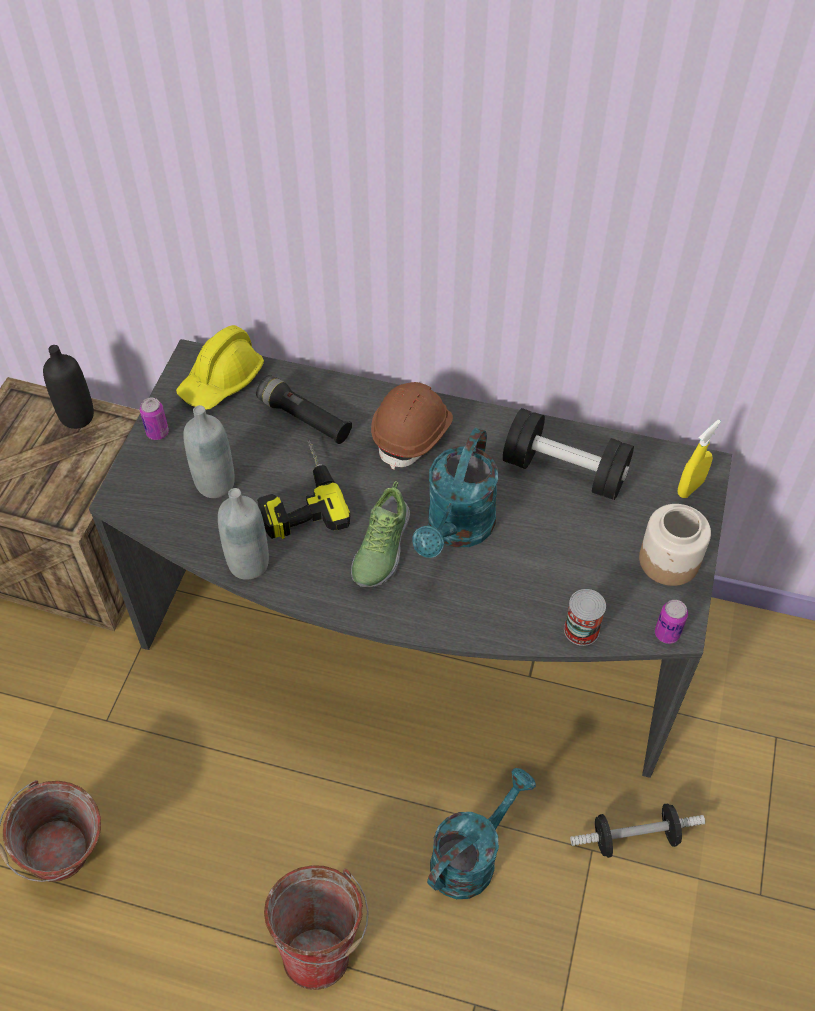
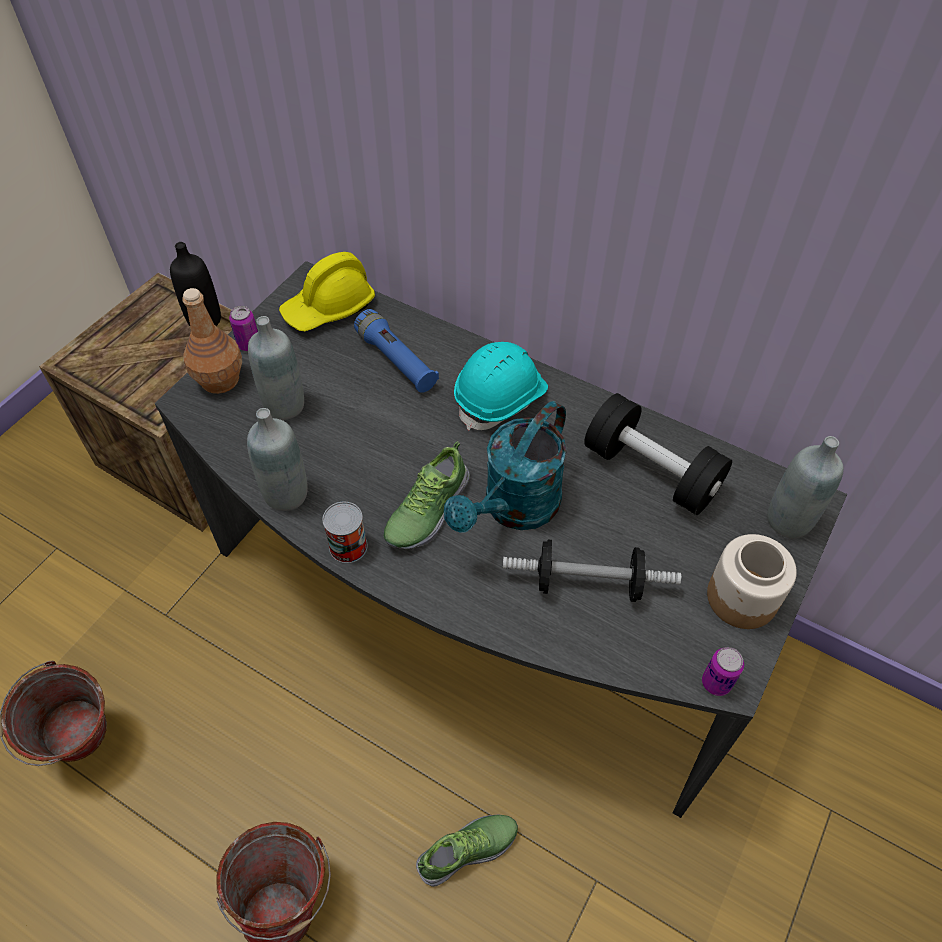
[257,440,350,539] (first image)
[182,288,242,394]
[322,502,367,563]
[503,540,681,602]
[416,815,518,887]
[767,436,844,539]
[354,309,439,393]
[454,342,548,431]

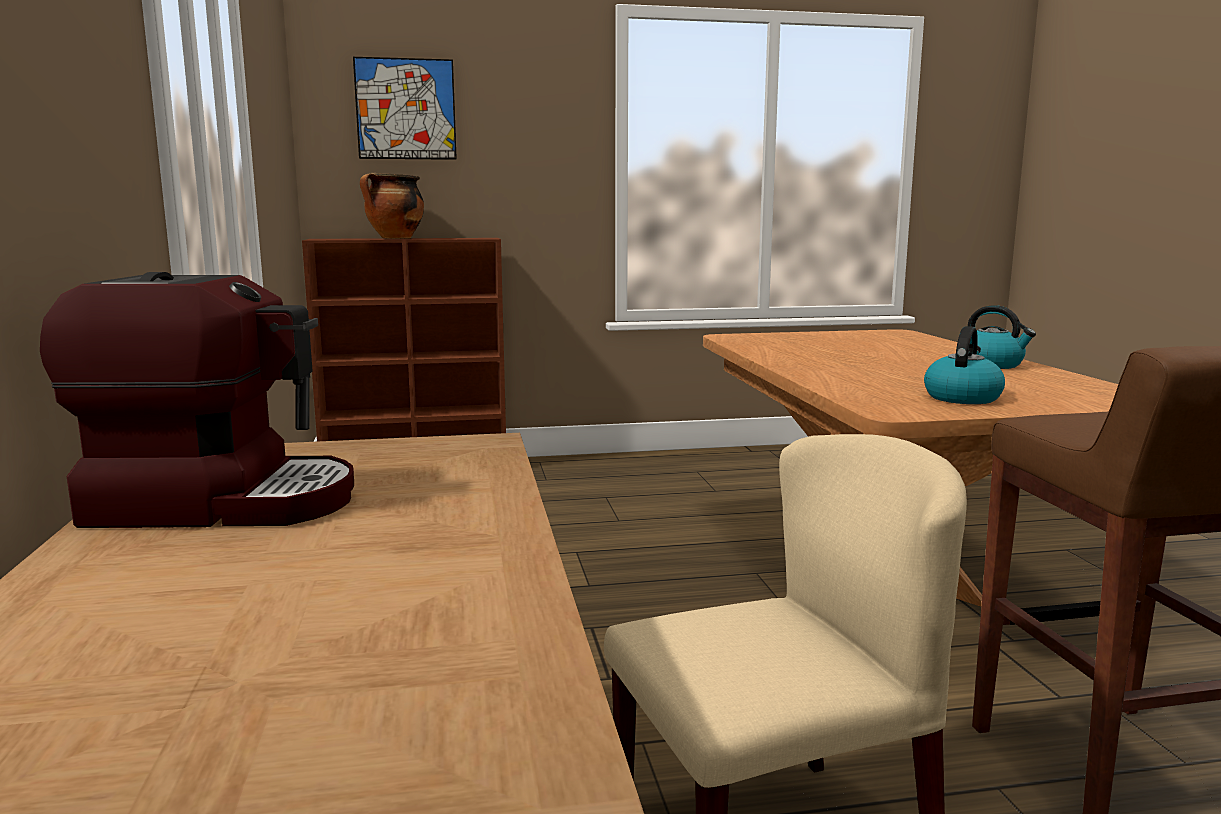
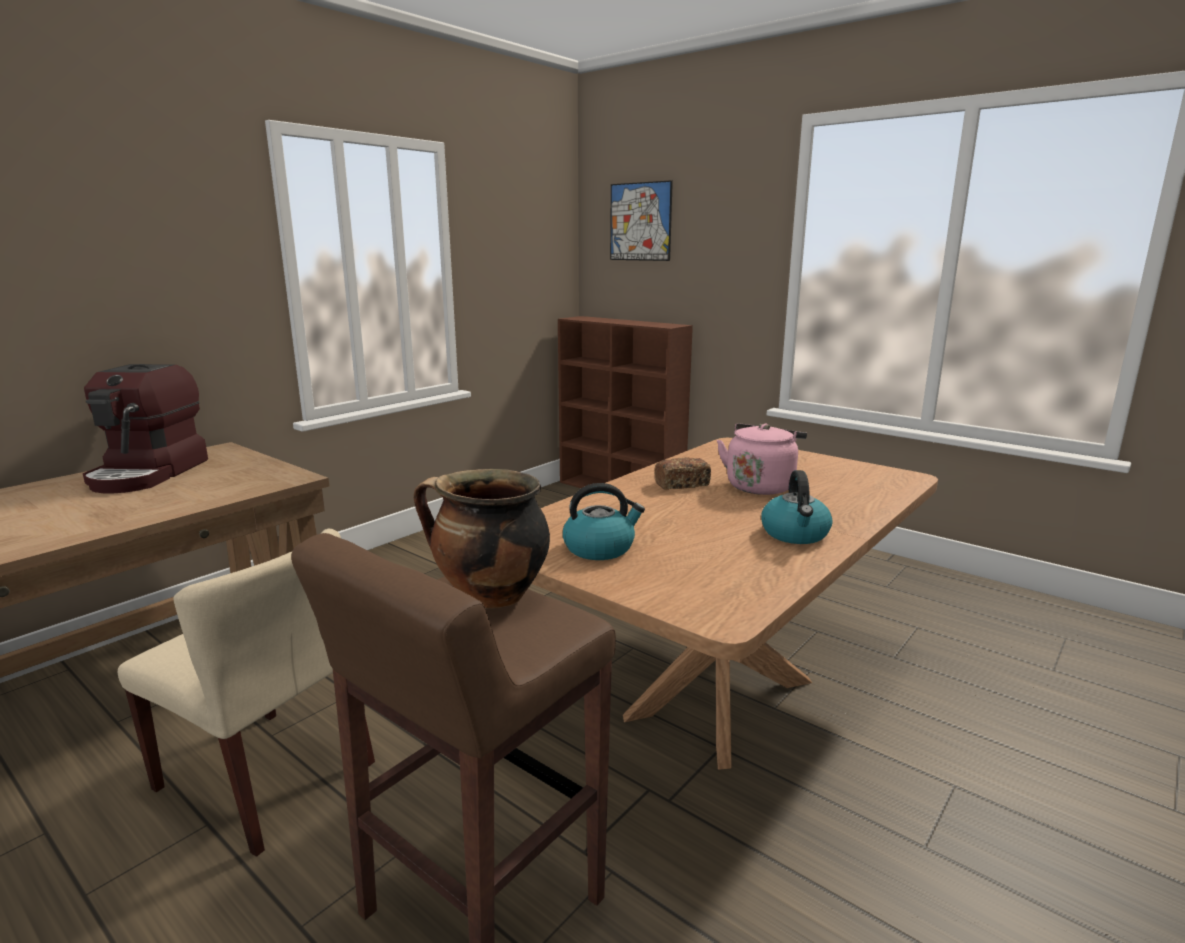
[655,457,711,490]
[717,423,807,495]
[414,469,550,608]
[83,364,208,494]

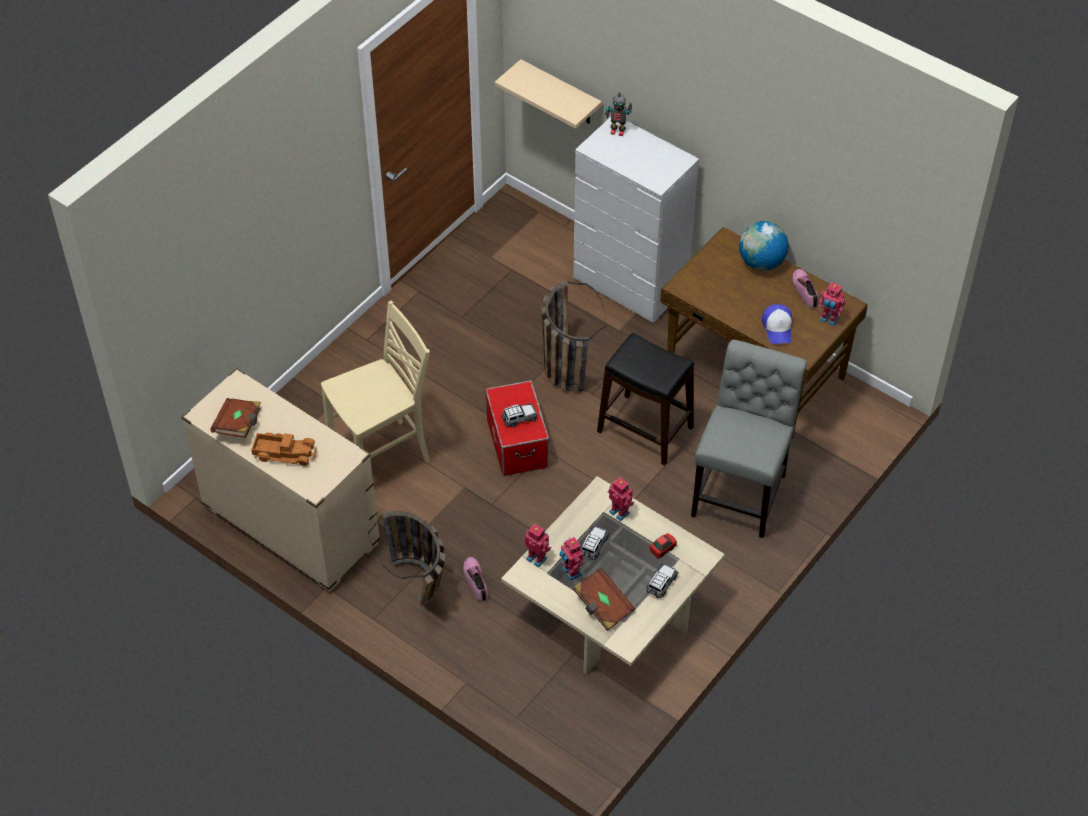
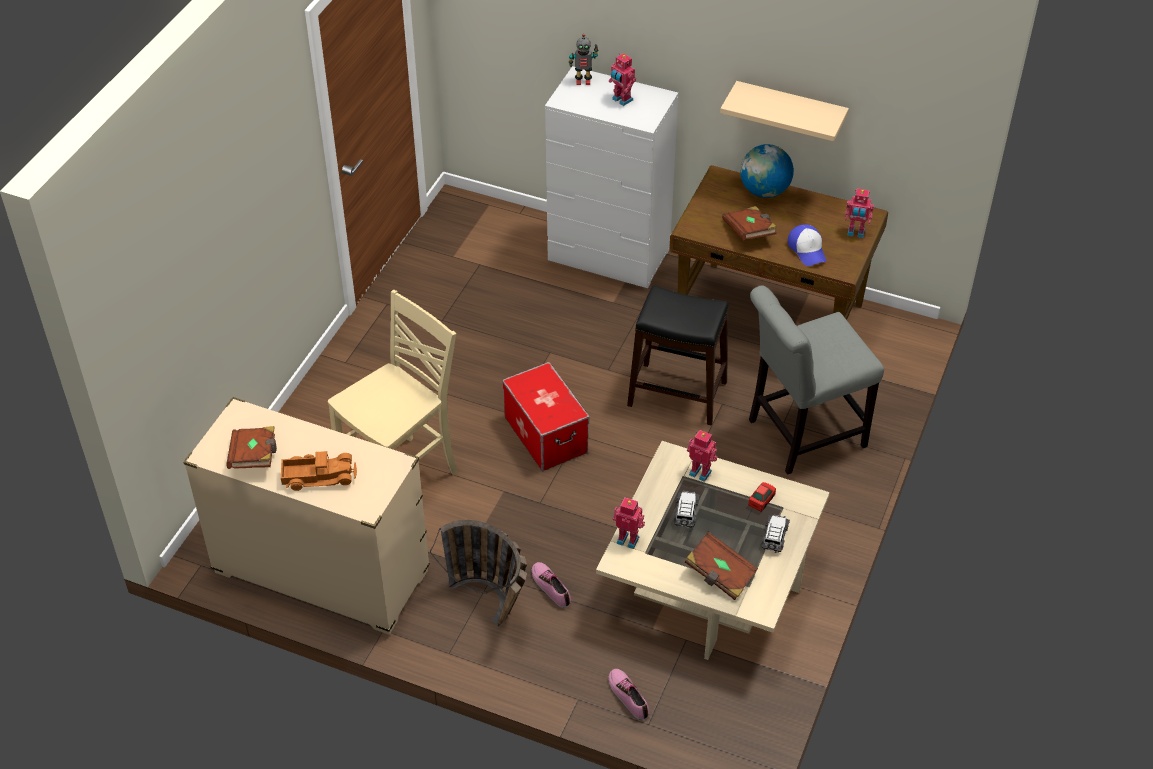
[501,403,538,428] (first image)
[542,281,606,392] (first image)
[722,206,777,240]
[720,81,849,141]
[609,53,636,106]
[608,669,650,720]
[749,285,884,475]

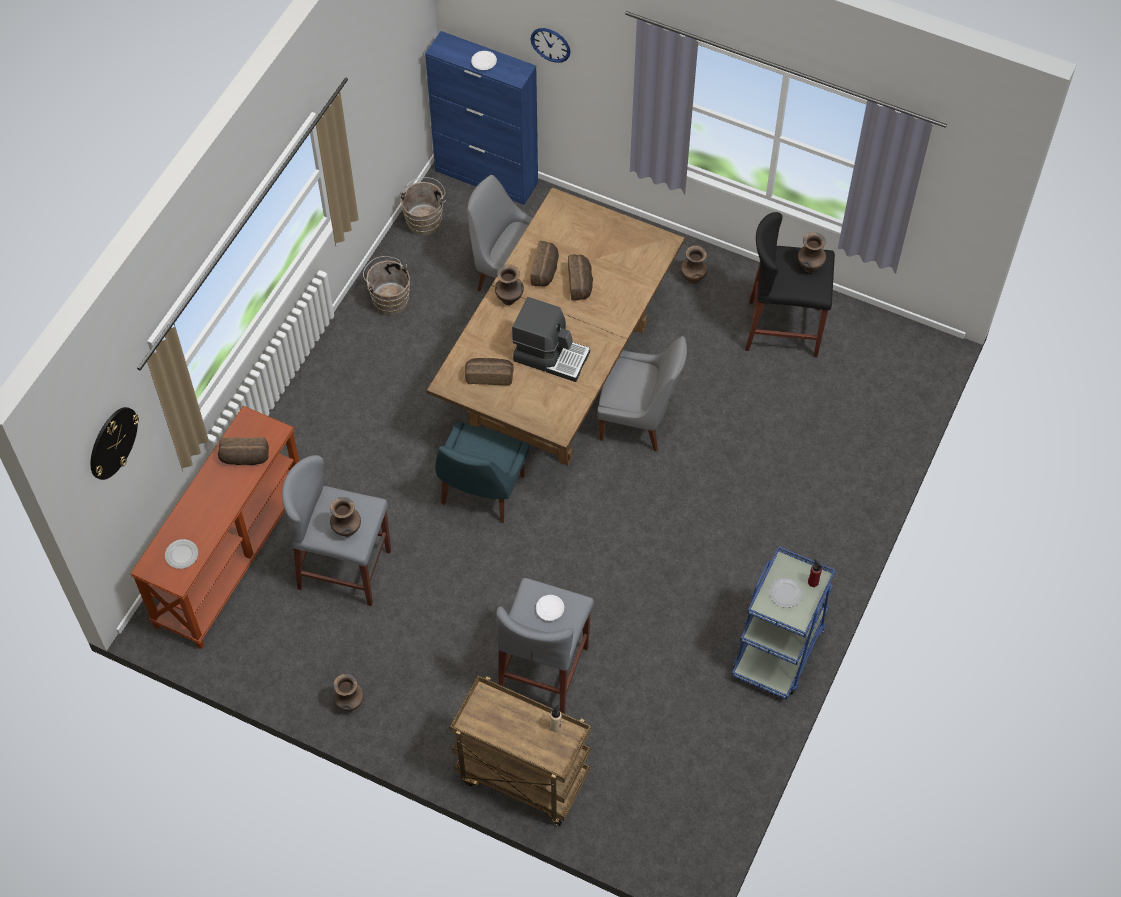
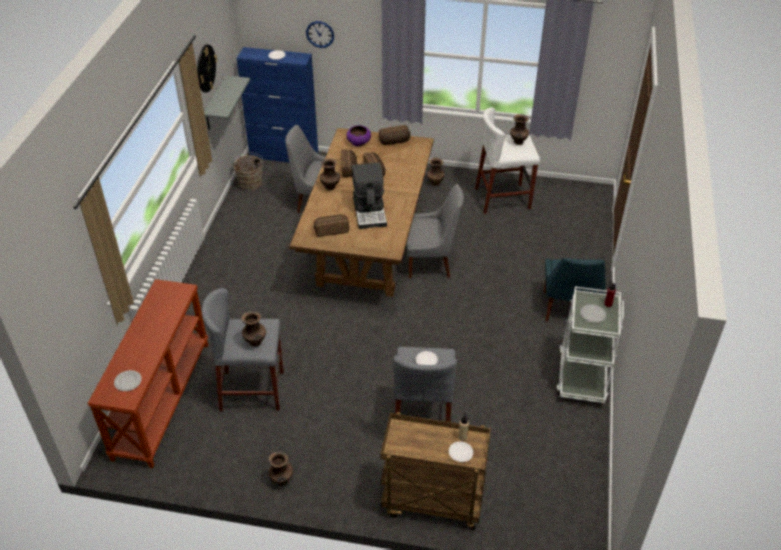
[363,256,410,316] (first image)
[204,75,250,130]
[346,125,371,146]
[449,441,473,462]
[197,45,217,93]
[379,125,410,145]
[544,258,606,322]
[556,287,624,403]
[475,107,540,214]
[352,163,387,229]

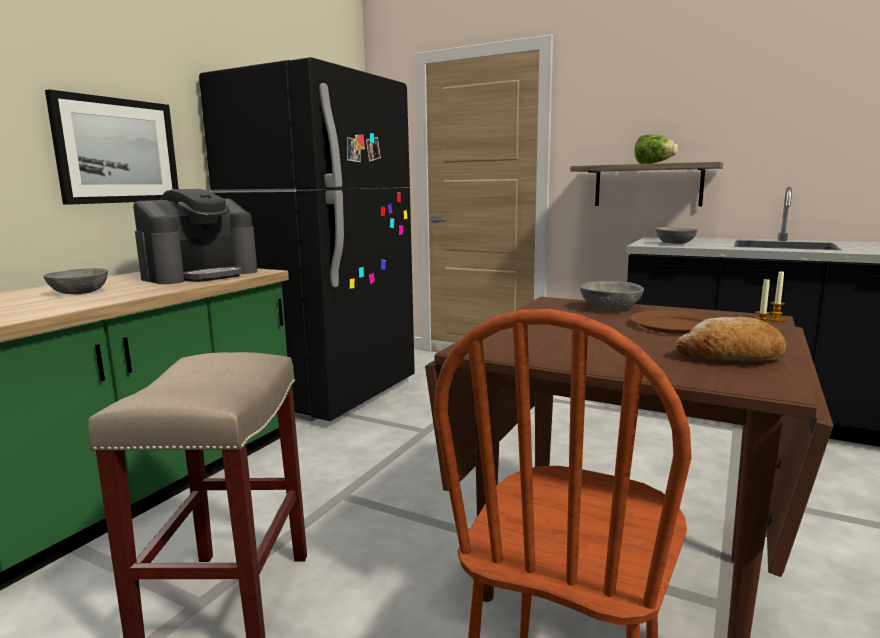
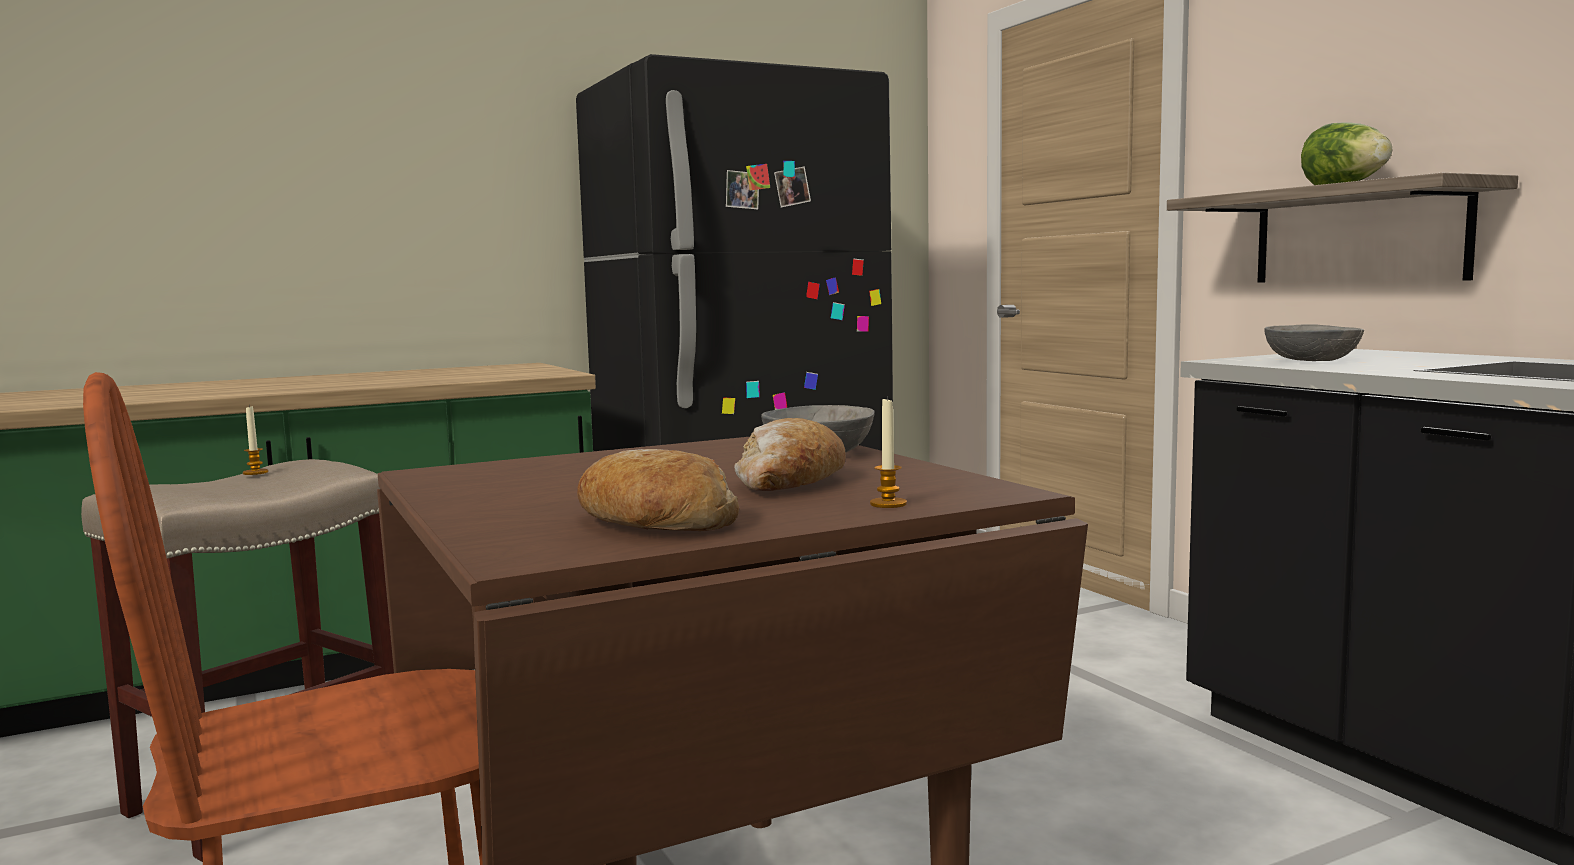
[44,268,108,294] (first image)
[45,89,179,205] (first image)
[133,189,257,284] (first image)
[243,405,268,475]
[734,418,846,491]

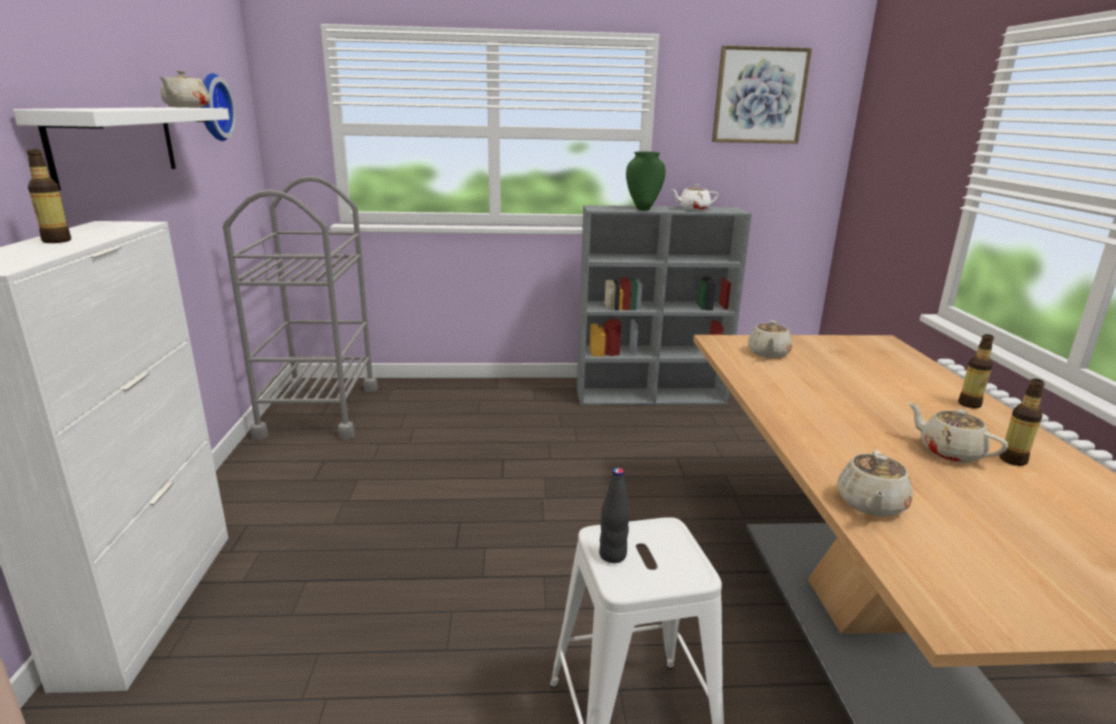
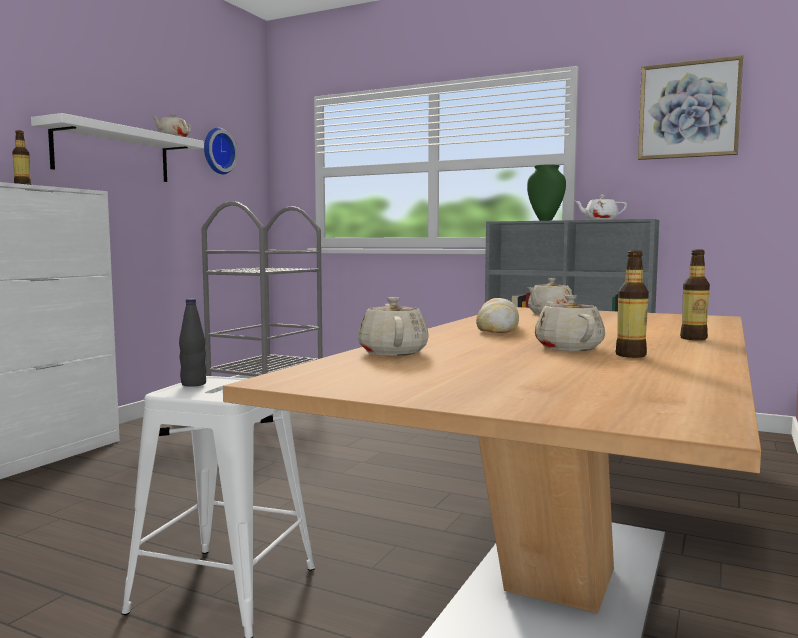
[476,298,519,333]
[358,297,429,356]

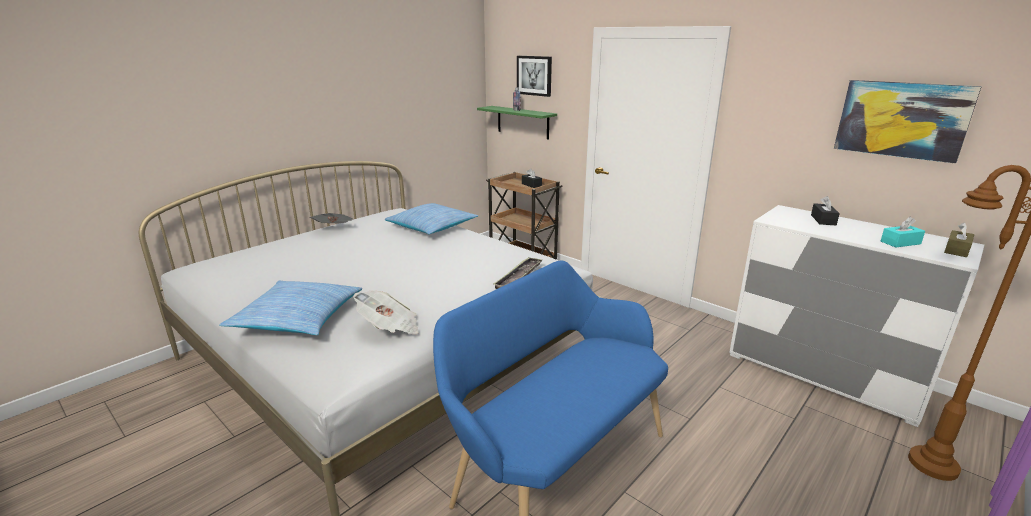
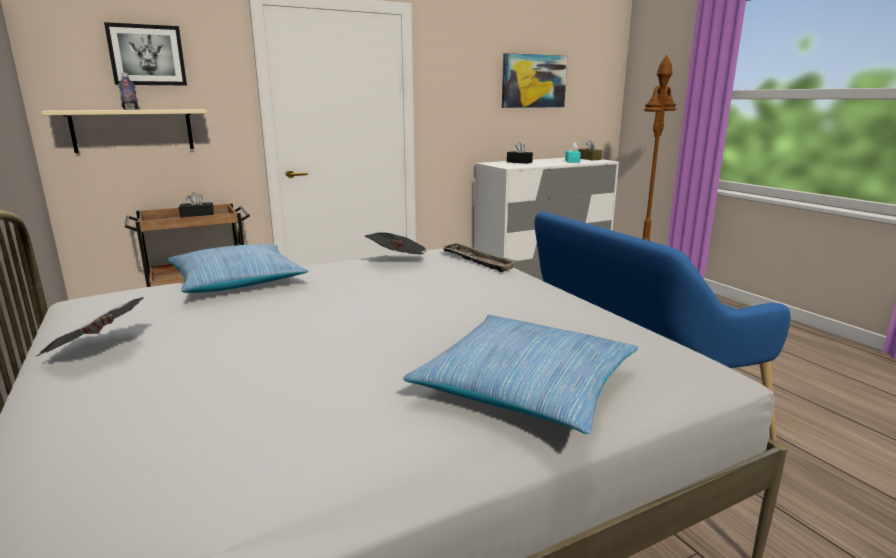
[365,233,427,254]
[42,109,207,153]

